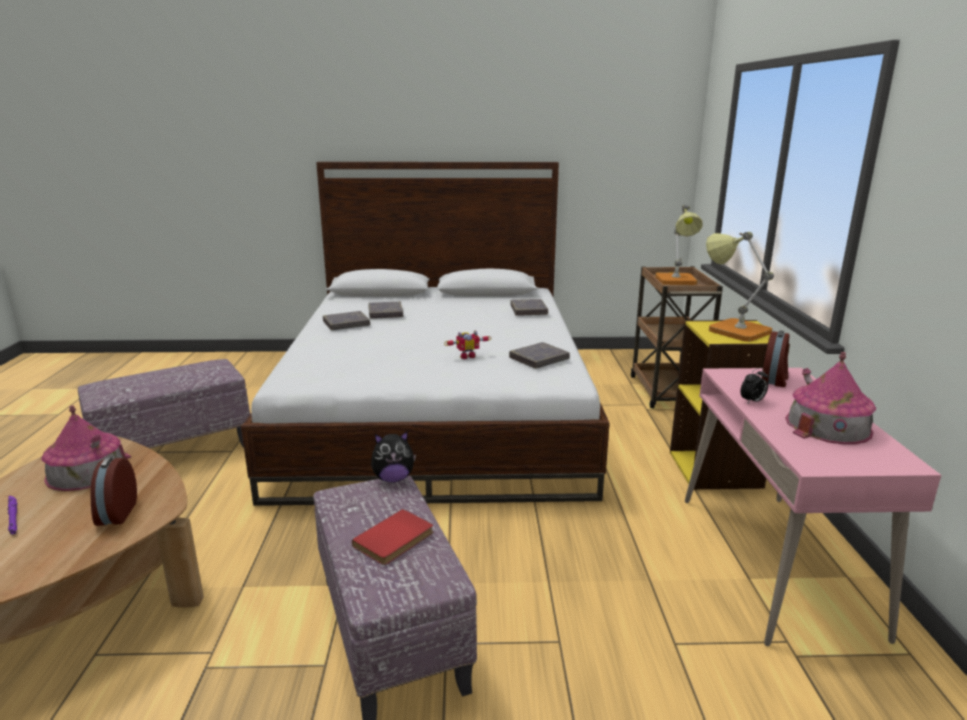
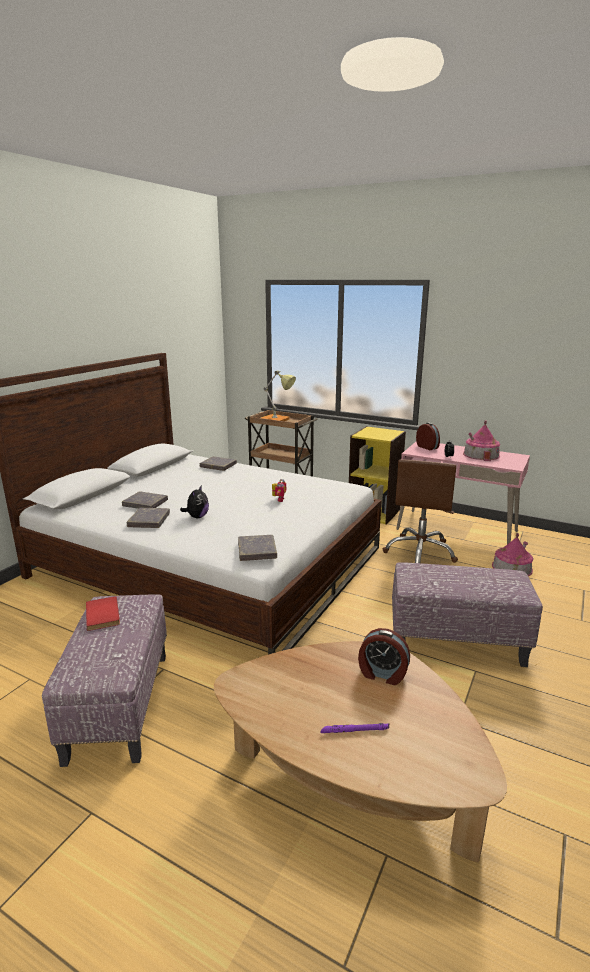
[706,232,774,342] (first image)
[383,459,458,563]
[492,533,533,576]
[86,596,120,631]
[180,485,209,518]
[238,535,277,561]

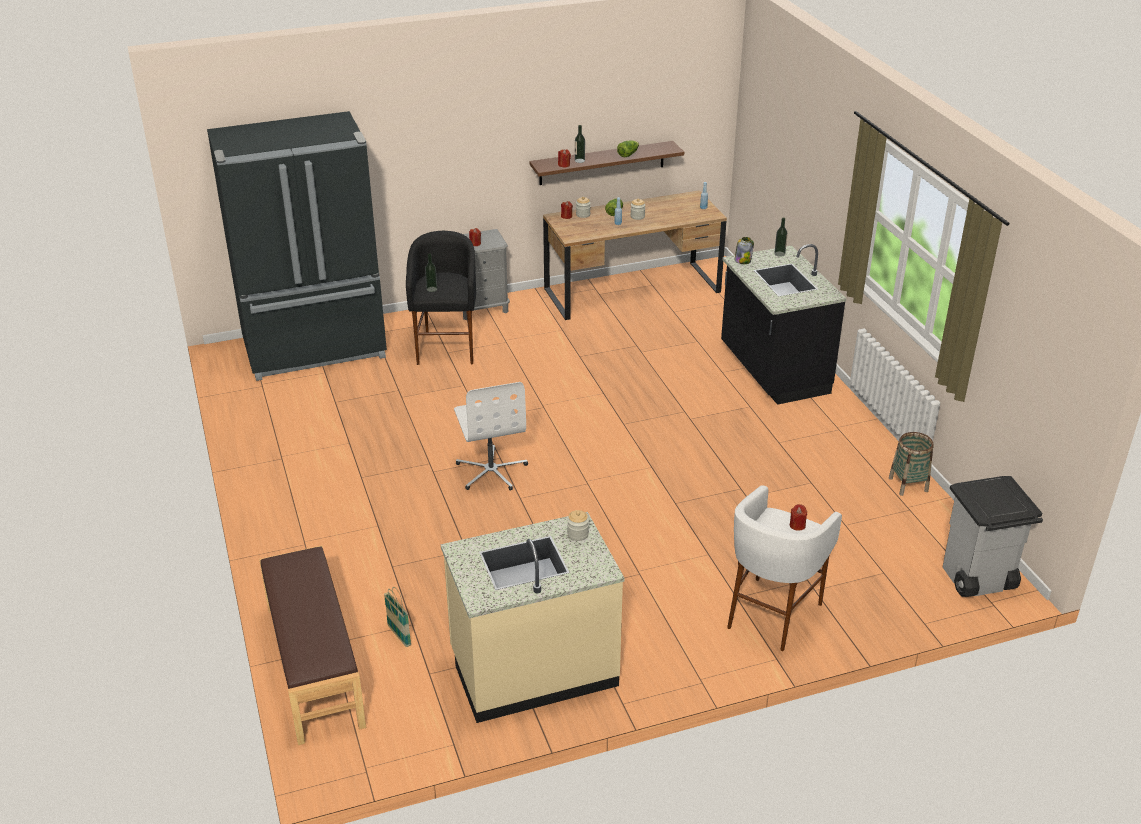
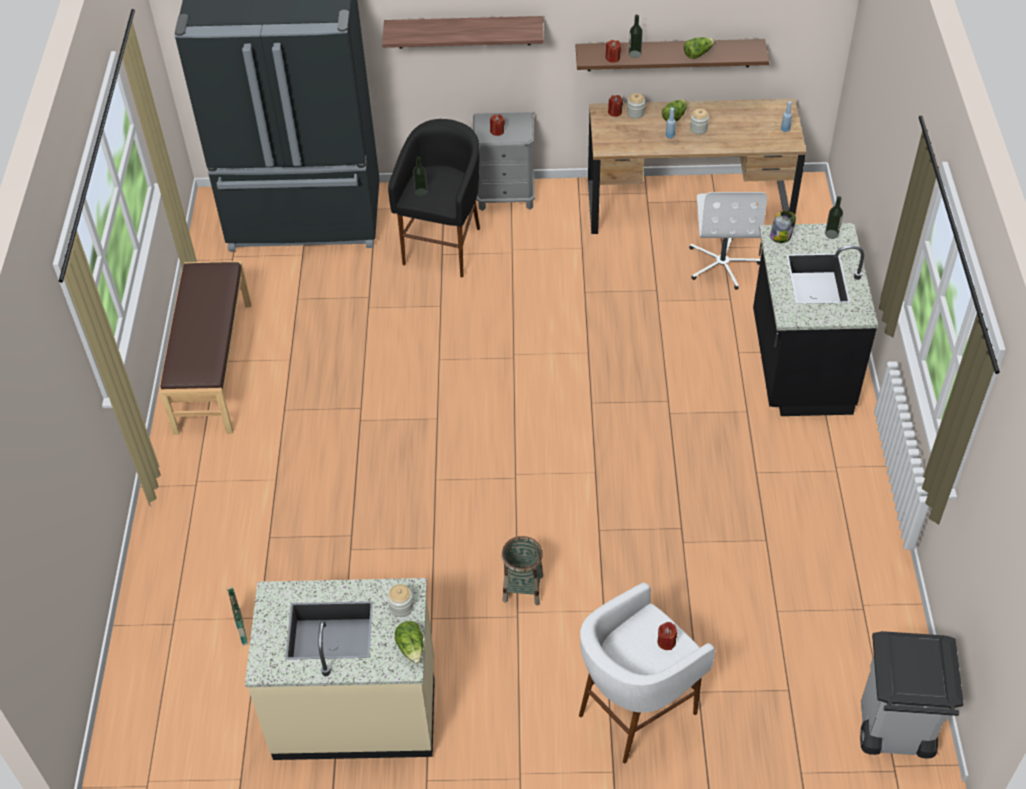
[382,16,544,48]
[395,621,424,663]
[159,261,252,435]
[689,192,767,290]
[502,536,543,605]

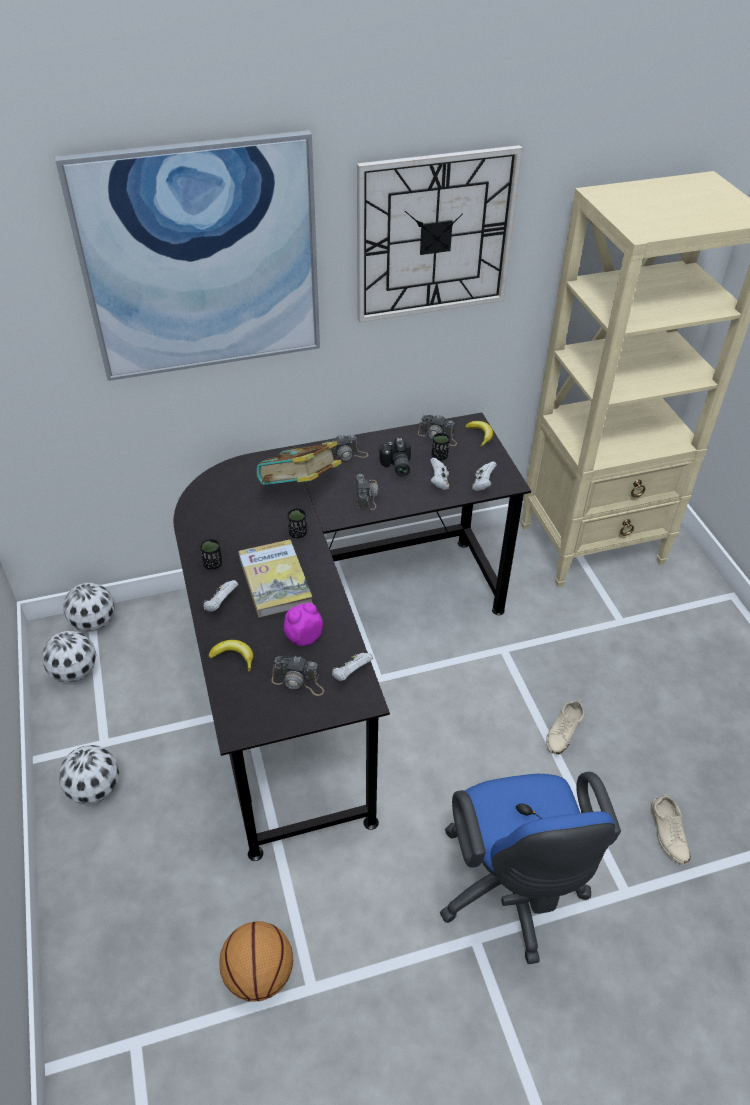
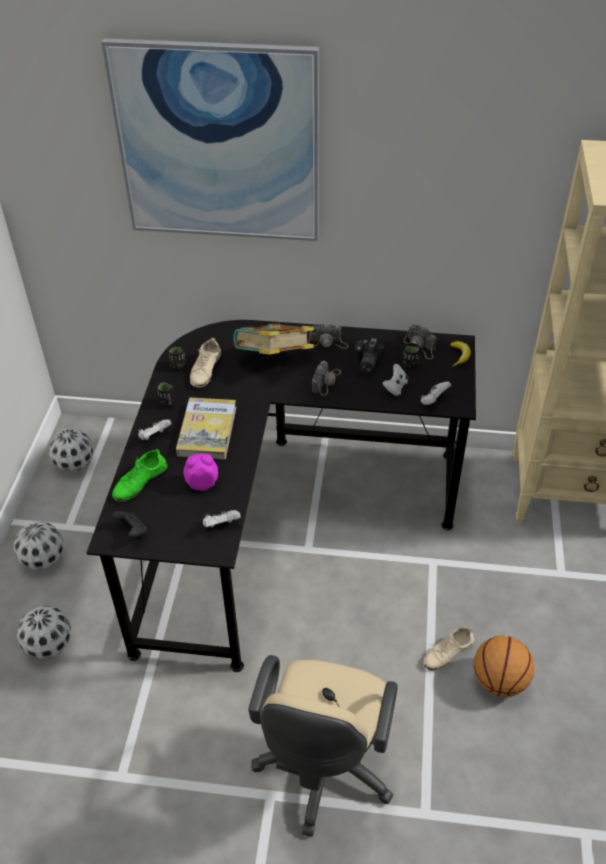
[271,656,324,696] (first image)
[357,145,523,323] (first image)
[111,511,147,538]
[17,606,71,659]
[474,636,534,697]
[168,344,186,370]
[190,338,221,388]
[112,449,168,502]
[248,655,398,837]

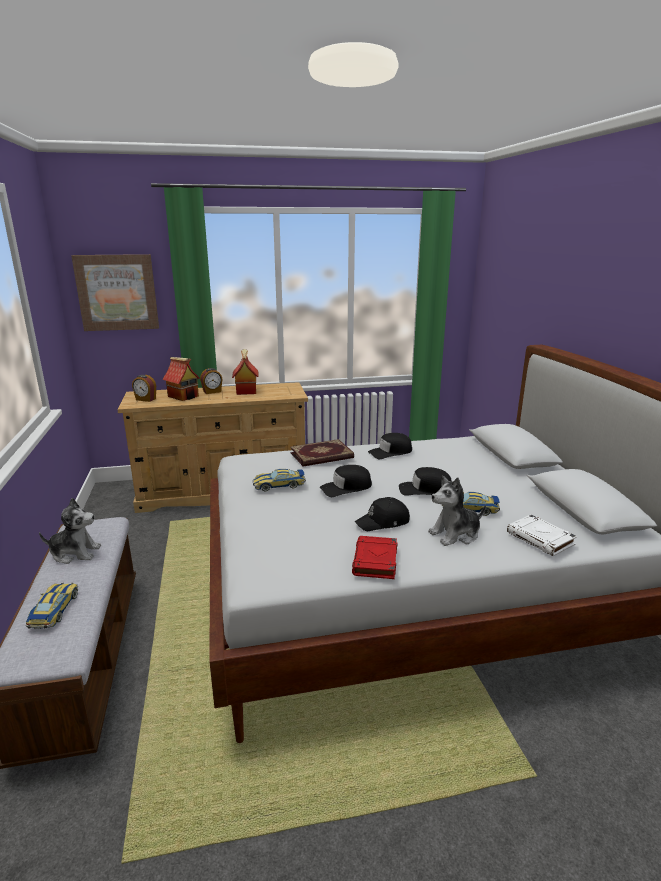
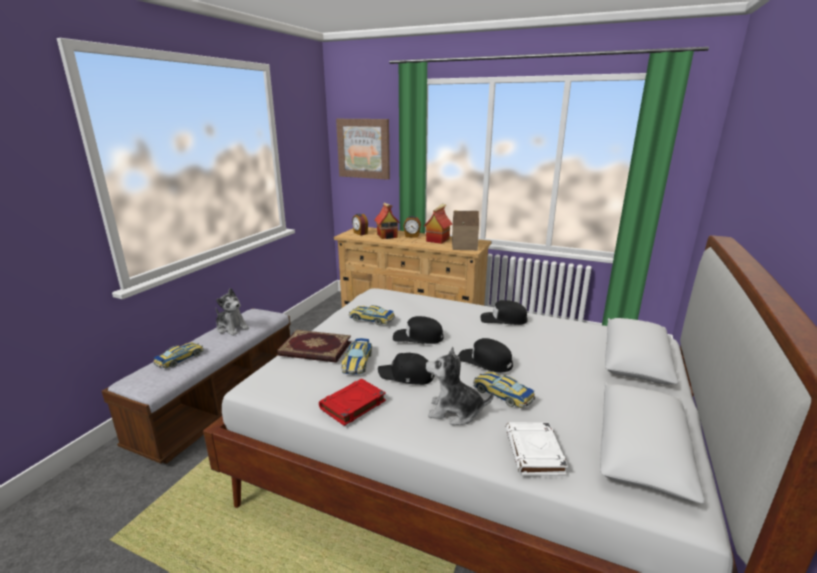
[342,338,372,375]
[452,211,479,250]
[277,330,351,363]

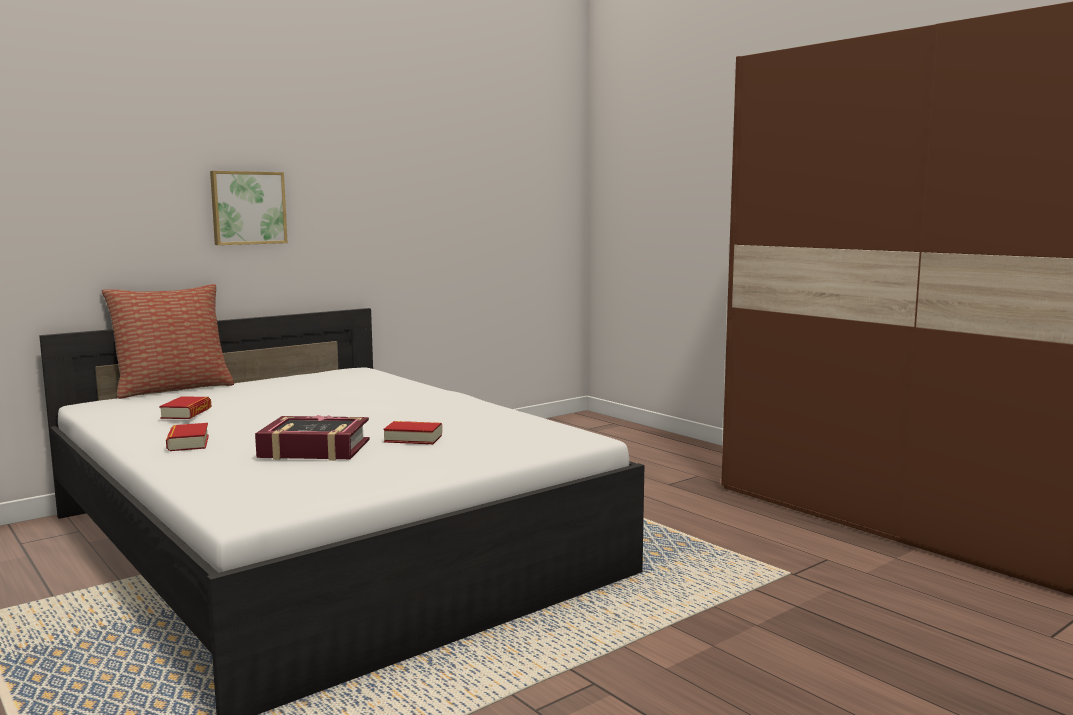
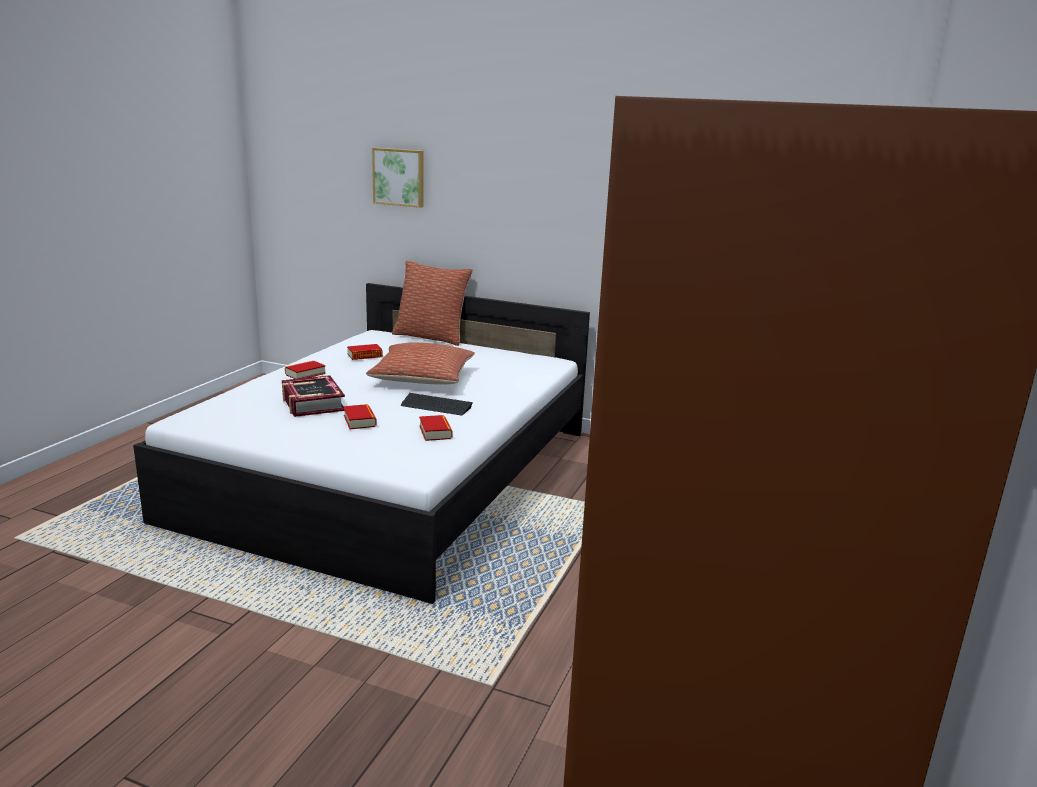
[366,342,475,385]
[401,393,473,416]
[419,415,452,441]
[372,148,423,208]

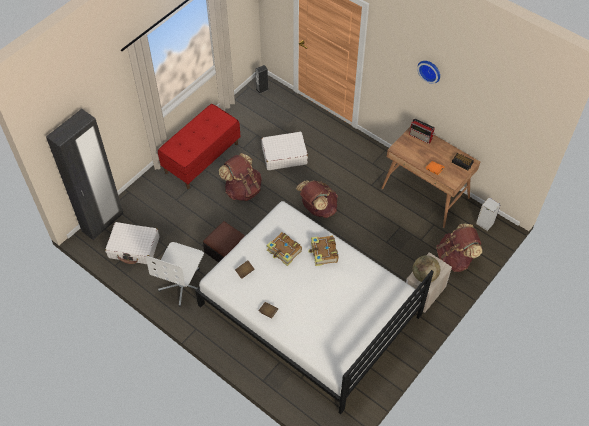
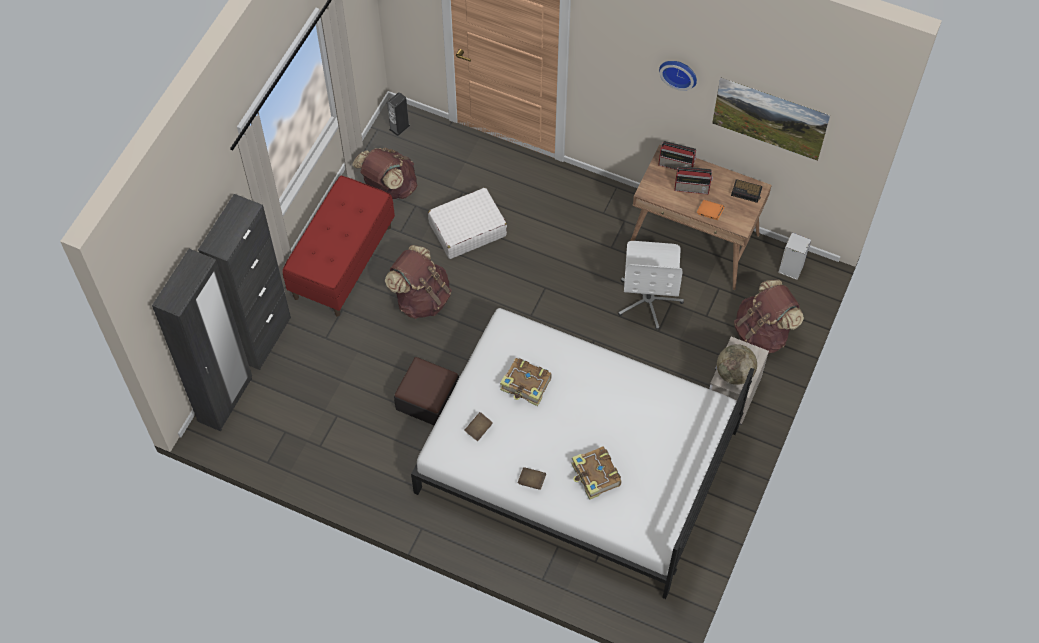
[105,222,160,264] (first image)
[198,194,291,370]
[674,166,713,194]
[712,77,830,161]
[618,241,684,330]
[352,148,417,199]
[572,446,621,500]

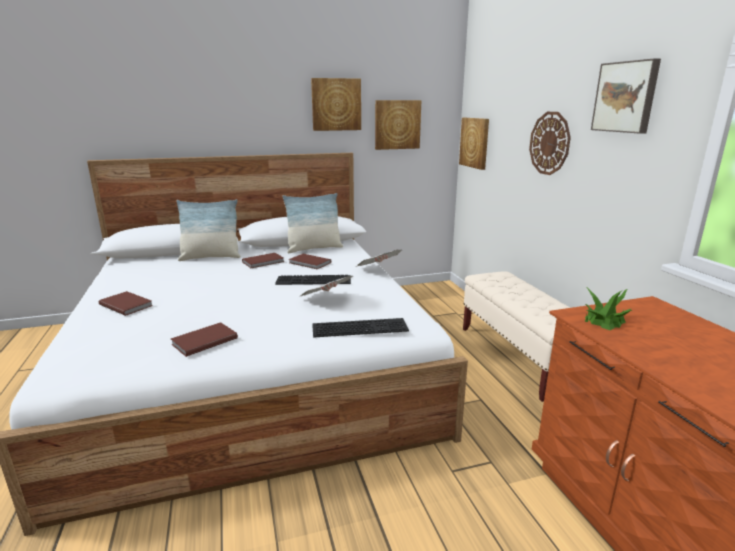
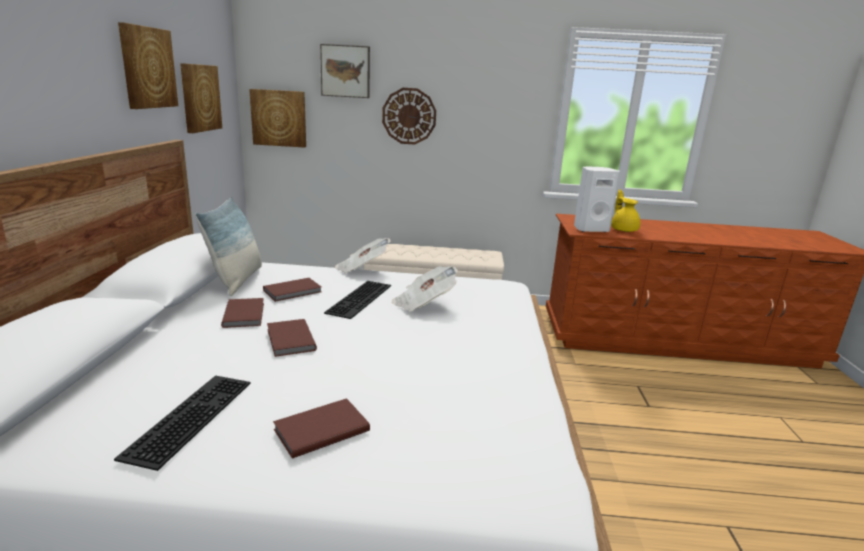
[176,199,241,261] (first image)
[611,189,641,232]
[267,319,317,357]
[114,375,251,471]
[320,44,370,98]
[574,166,620,232]

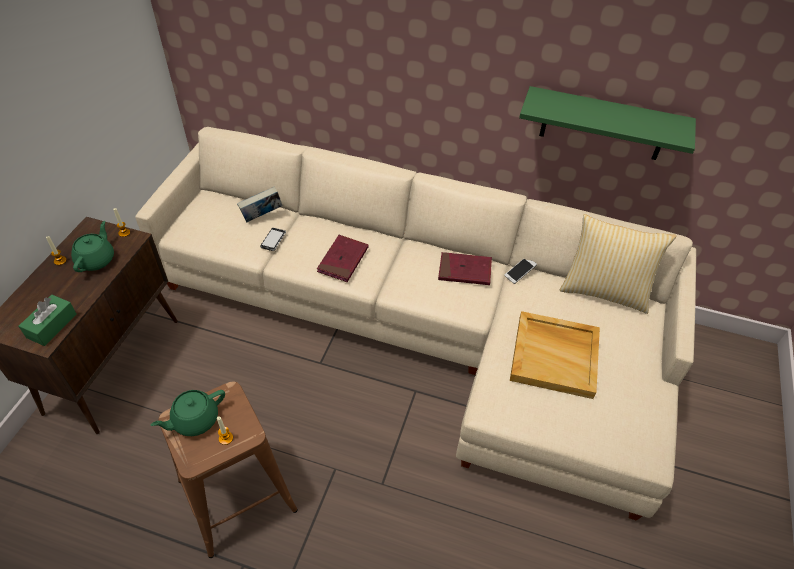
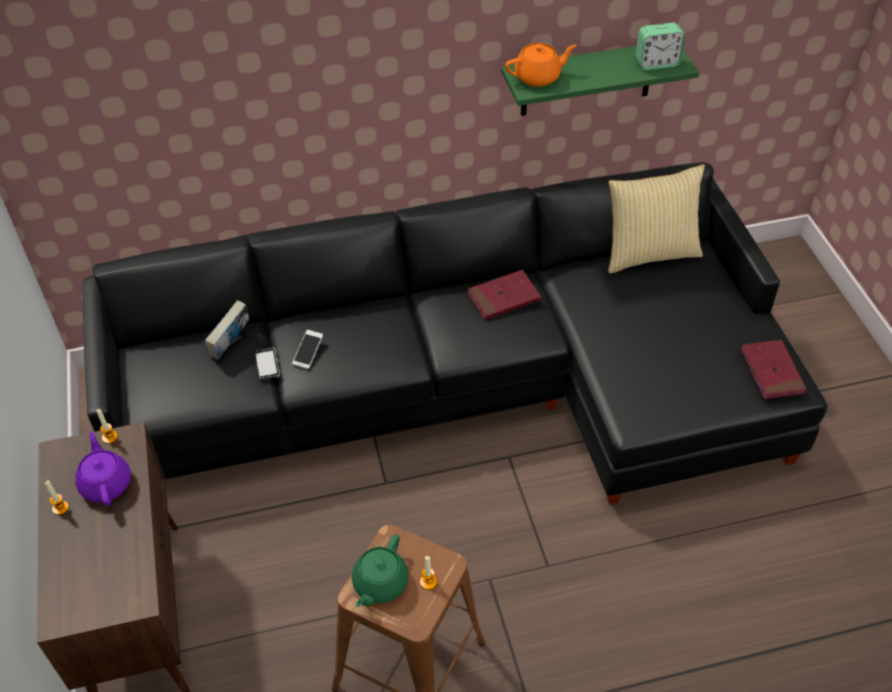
[18,295,76,346] (first image)
[510,311,600,399] (first image)
[505,43,577,87]
[635,23,685,70]
[741,340,807,399]
[292,330,323,369]
[75,431,131,506]
[83,162,828,505]

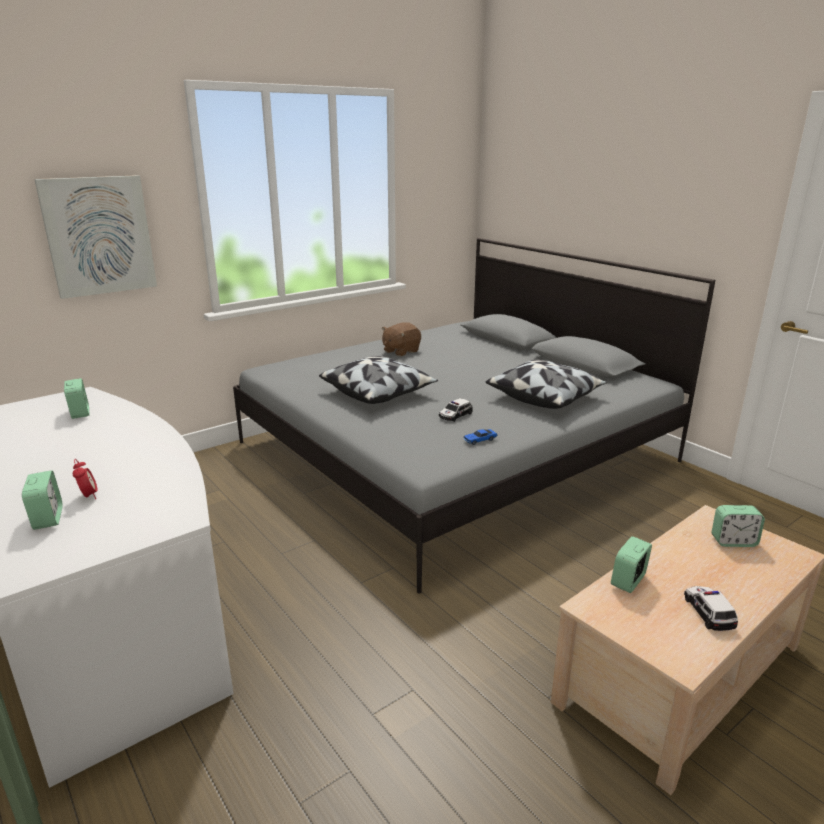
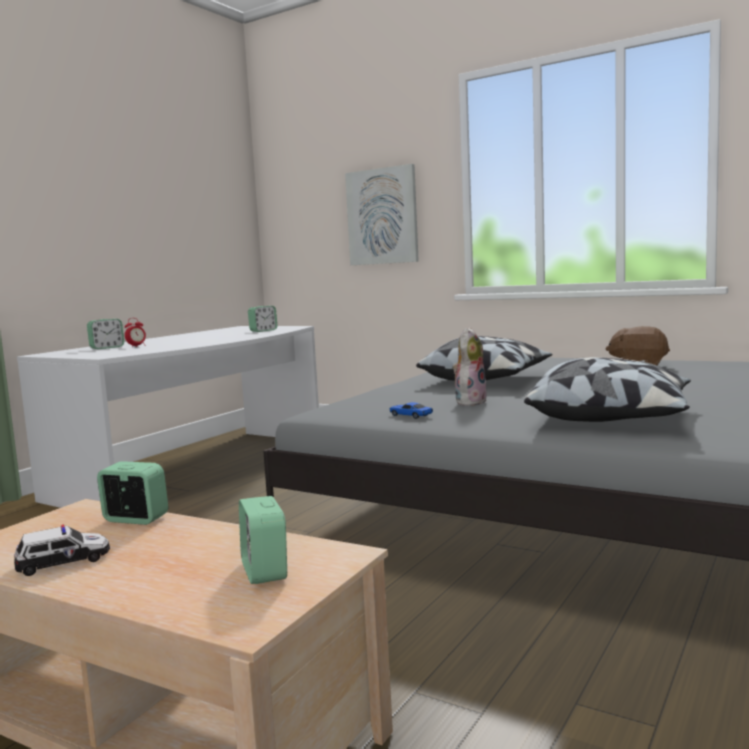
[452,327,486,406]

